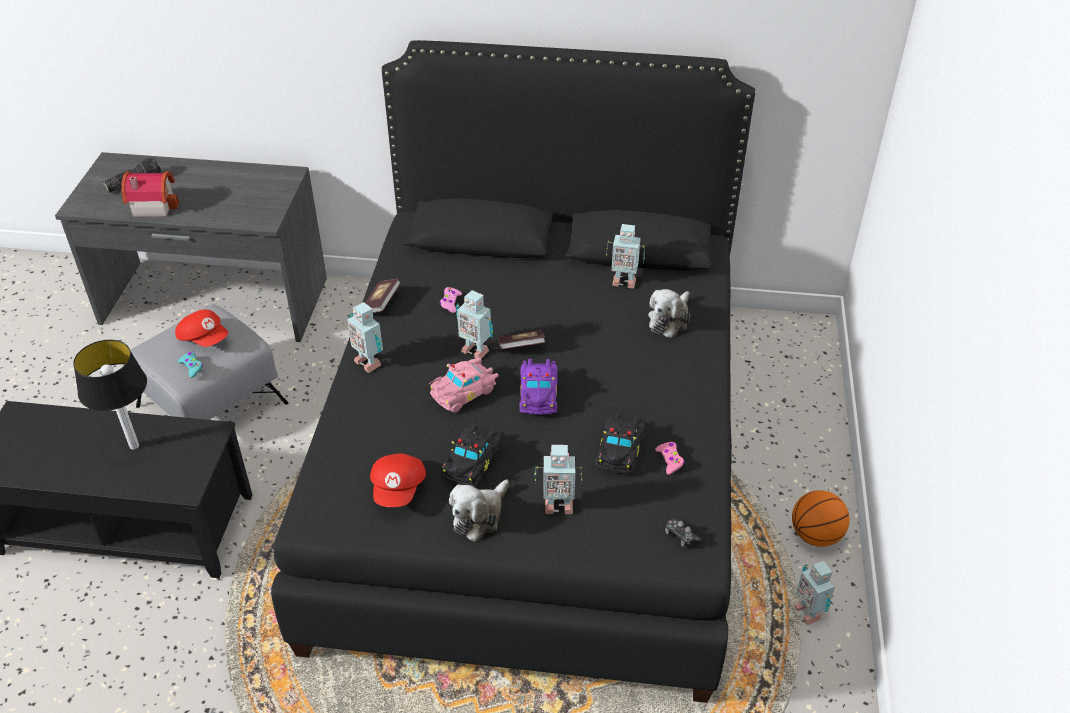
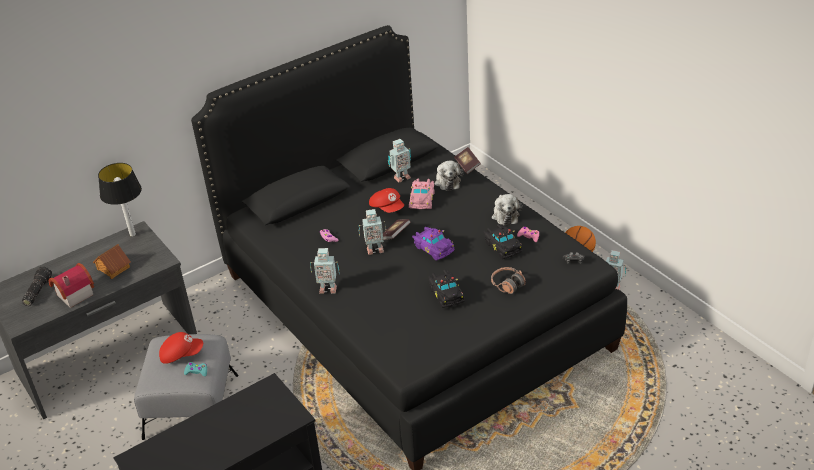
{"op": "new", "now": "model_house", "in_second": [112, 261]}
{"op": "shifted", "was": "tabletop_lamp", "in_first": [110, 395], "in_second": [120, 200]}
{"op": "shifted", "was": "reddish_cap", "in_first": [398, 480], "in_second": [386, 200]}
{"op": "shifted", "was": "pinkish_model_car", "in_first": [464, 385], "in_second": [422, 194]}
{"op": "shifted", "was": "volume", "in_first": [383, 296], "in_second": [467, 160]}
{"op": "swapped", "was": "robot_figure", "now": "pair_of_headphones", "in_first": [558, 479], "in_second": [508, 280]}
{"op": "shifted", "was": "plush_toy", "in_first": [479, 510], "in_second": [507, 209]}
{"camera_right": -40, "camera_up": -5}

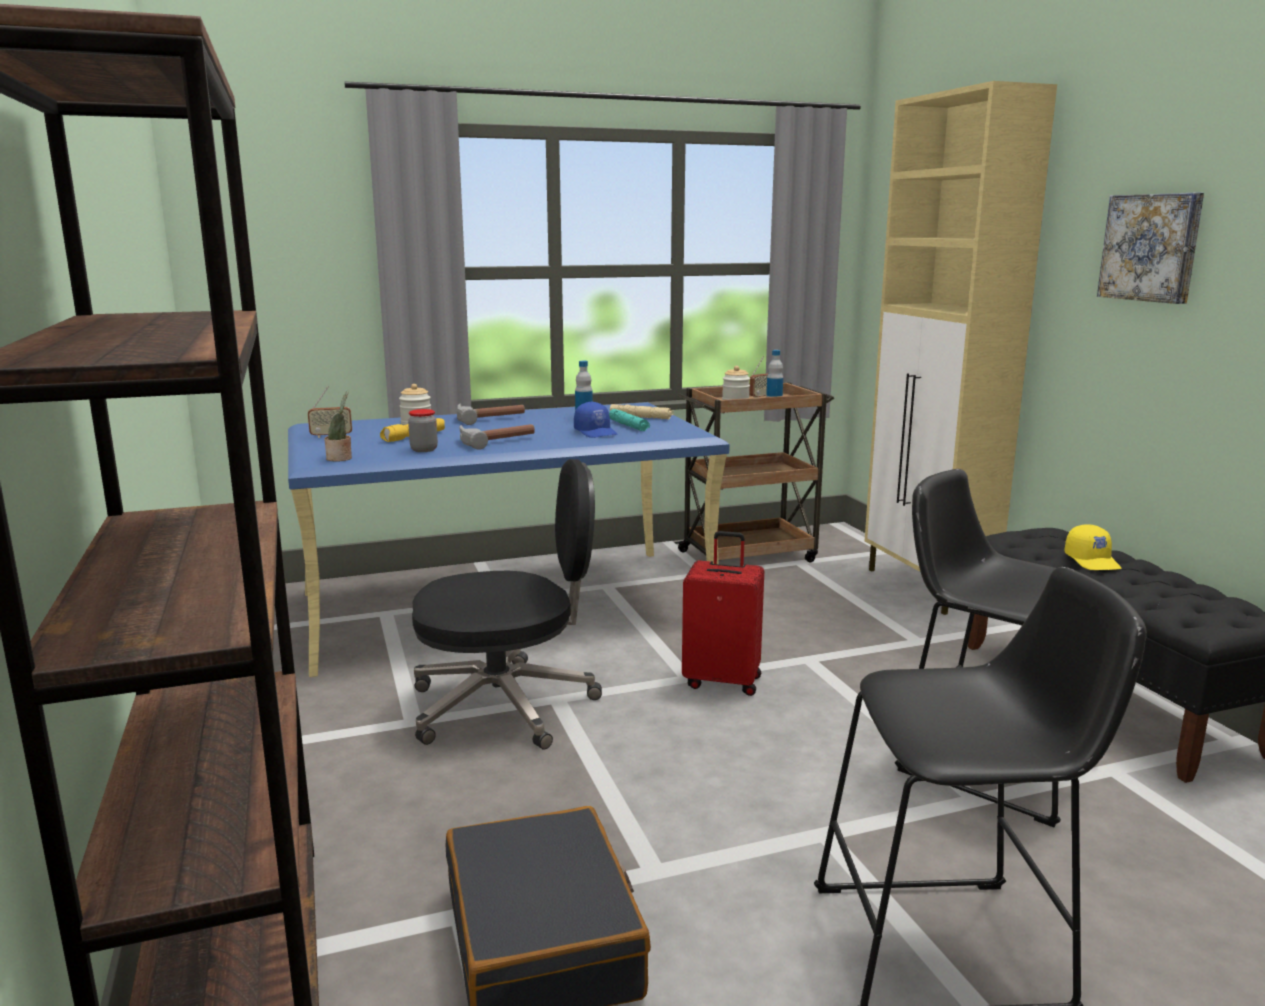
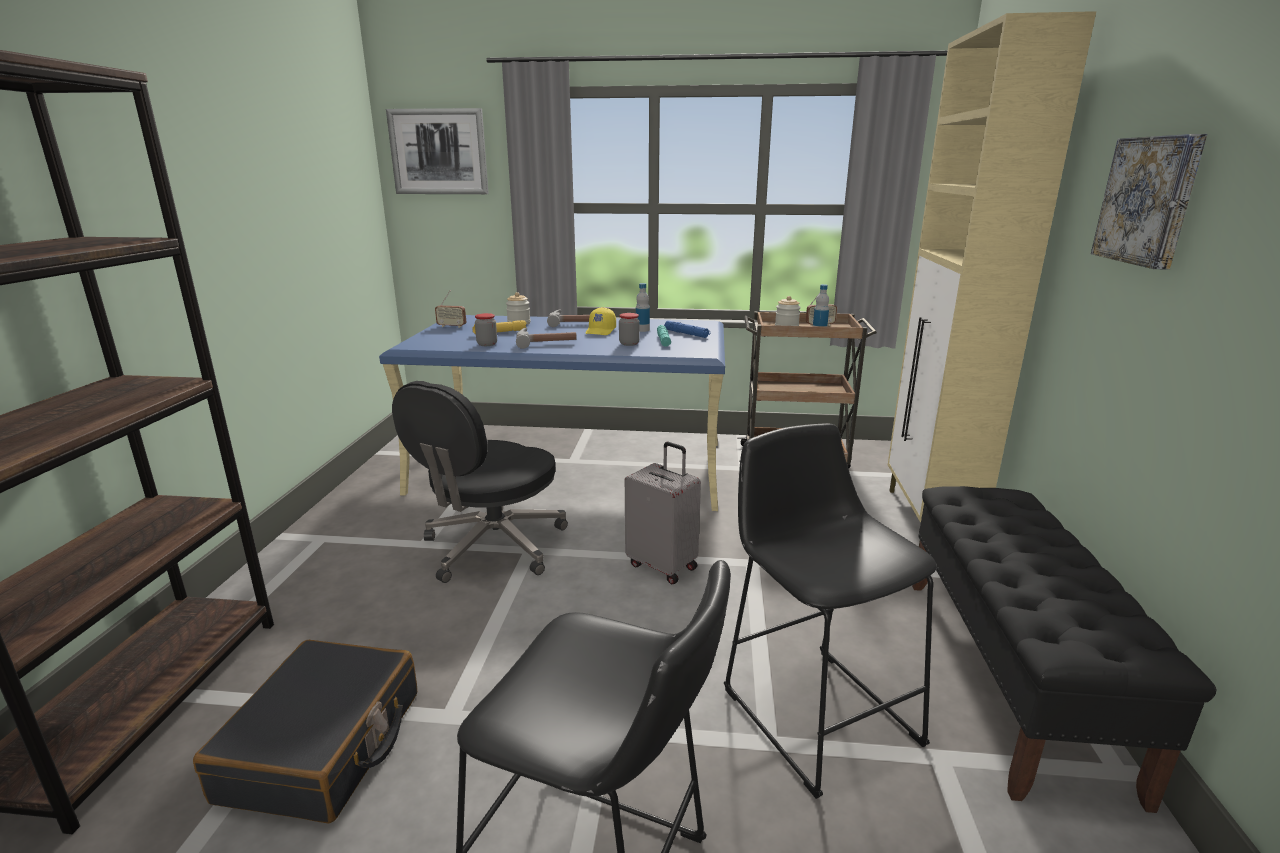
{"op": "new", "now": "wall_picture", "in_second": [437, 151]}
{"op": "rotated", "was": "blackish_computer_chair", "in_first": [507, 604], "in_second": [480, 482], "clockwise": 105}
{"op": "shifted", "was": "yellow-coloured_cap", "in_first": [1093, 547], "in_second": [600, 321]}
{"op": "swapped", "was": "blue_cap", "now": "preserve_jar", "in_first": [596, 419], "in_second": [629, 329]}
{"op": "repainted", "was": "reddish_suitcase", "now": "greyish_suitcase", "in_first": [723, 613], "in_second": [663, 513]}
{"op": "repainted", "was": "beige_torch", "now": "blue_torch", "in_first": [642, 411], "in_second": [687, 329]}
{"op": "gone", "was": "plant_in_a_pot", "in_first": [338, 426]}
{"camera_right": 25, "camera_up": 5}

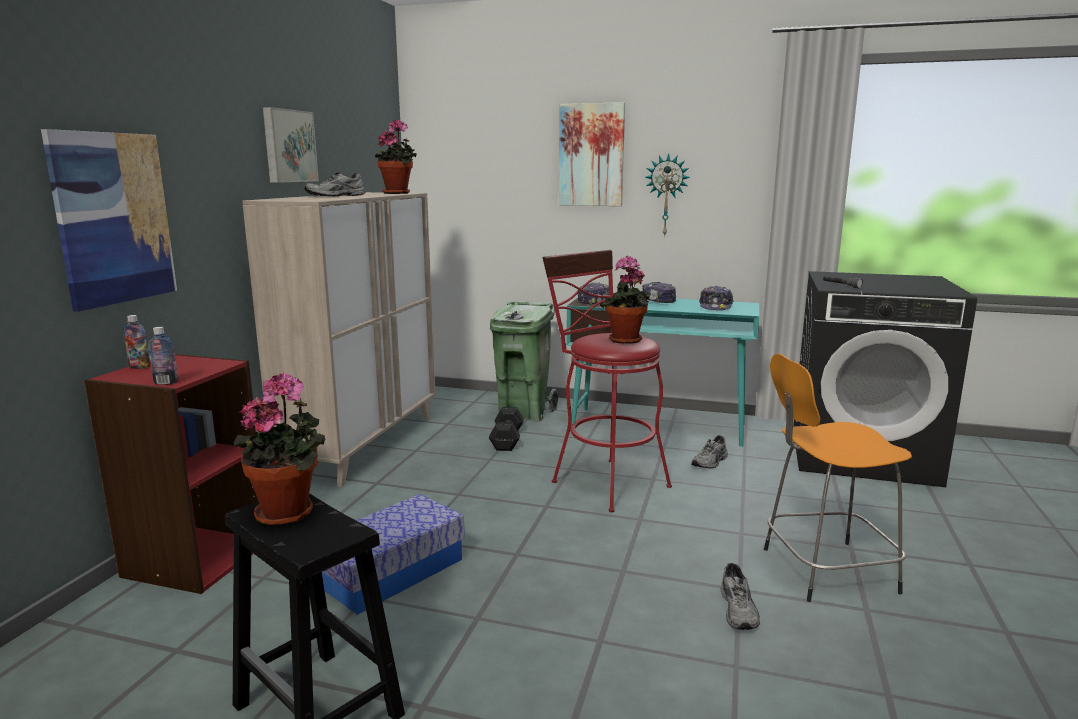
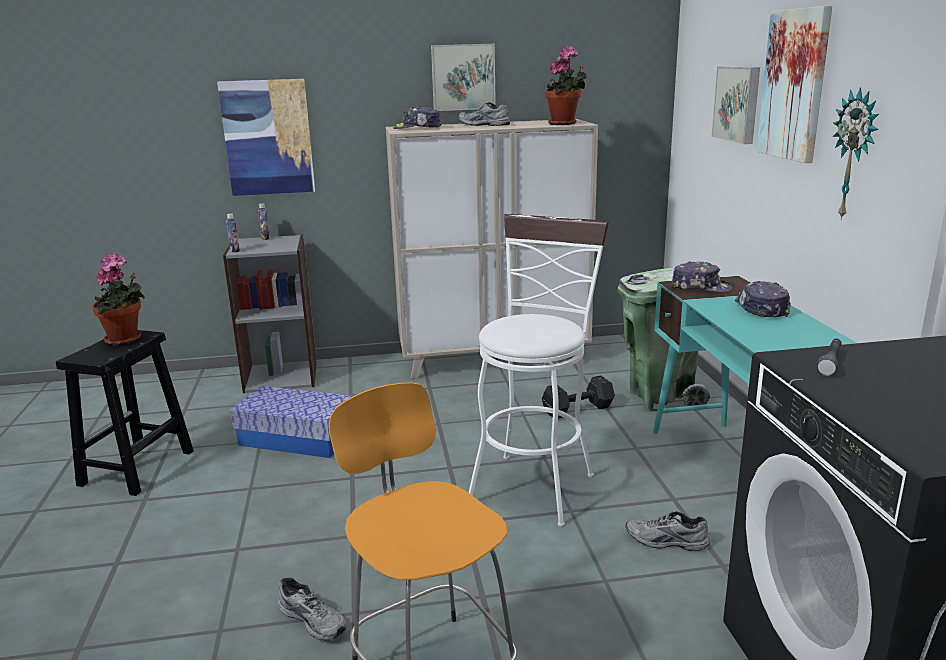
{"op": "repainted", "was": "reddish_shelving_unit", "now": "greyish_shelving_unit", "in_first": [171, 474], "in_second": [270, 314]}
{"op": "rotated", "was": "greyish_low_shoe", "in_first": [740, 596], "in_second": [312, 609], "clockwise": -120}
{"op": "shifted", "was": "cap", "in_first": [716, 298], "in_second": [417, 117]}
{"op": "repainted", "was": "reddish_sitting_stool", "now": "white-coloured_sitting_stool", "in_first": [607, 381], "in_second": [538, 370]}
{"op": "new", "now": "wall_picture", "in_second": [735, 105]}
{"op": "gone", "was": "plant_in_a_pot", "in_first": [625, 300]}
{"camera_right": 65, "camera_up": 5}

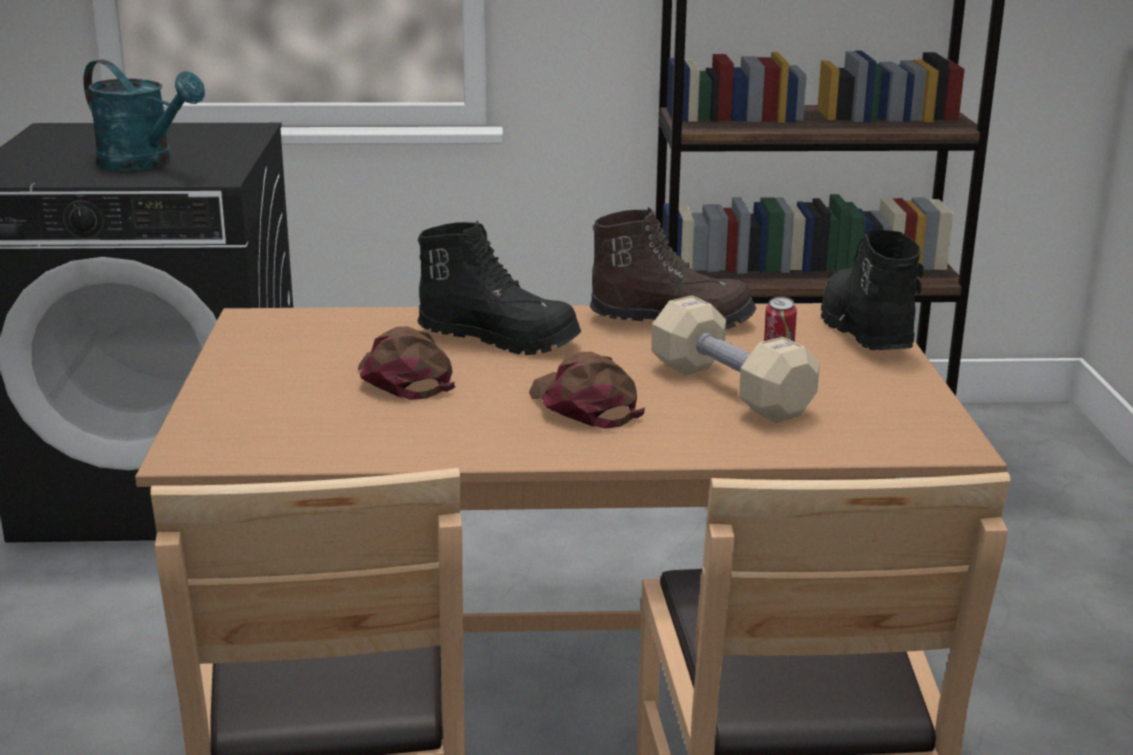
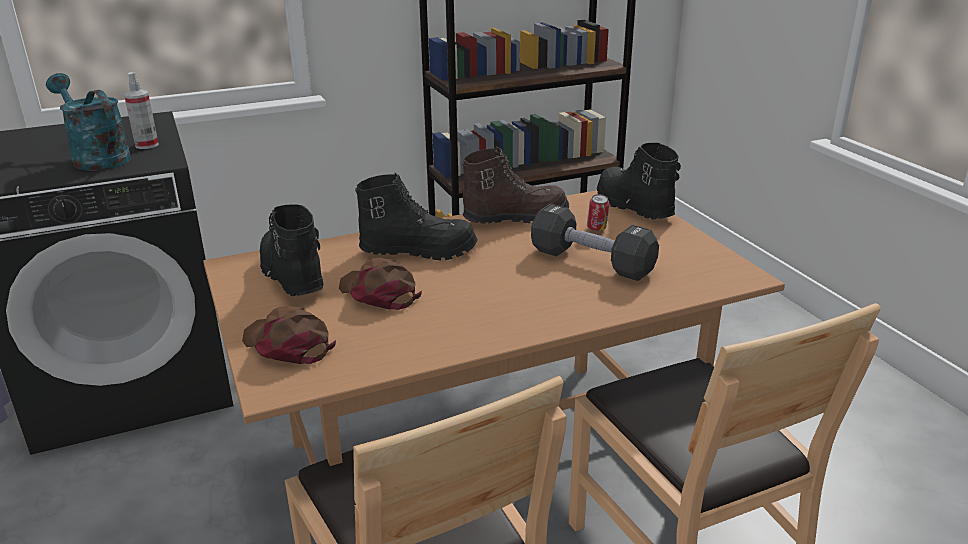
{"op": "rotated", "was": "turquoise-coloured_sprinkling_can", "in_first": [144, 115], "in_second": [88, 122], "clockwise": -150}
{"op": "new", "now": "hand_sprayer", "in_second": [141, 110]}
{"op": "shifted", "was": "brown-coloured_cap", "in_first": [587, 390], "in_second": [289, 335]}
{"op": "new", "now": "blackish_high-top_boot", "in_second": [291, 250]}
{"op": "repainted", "was": "beige_dumbbell", "now": "blackish_dumbbell", "in_first": [735, 359], "in_second": [595, 242]}
{"camera_right": -20, "camera_up": 5}

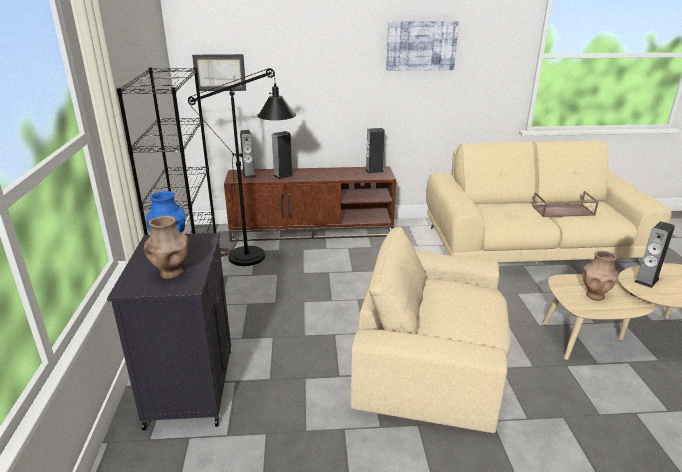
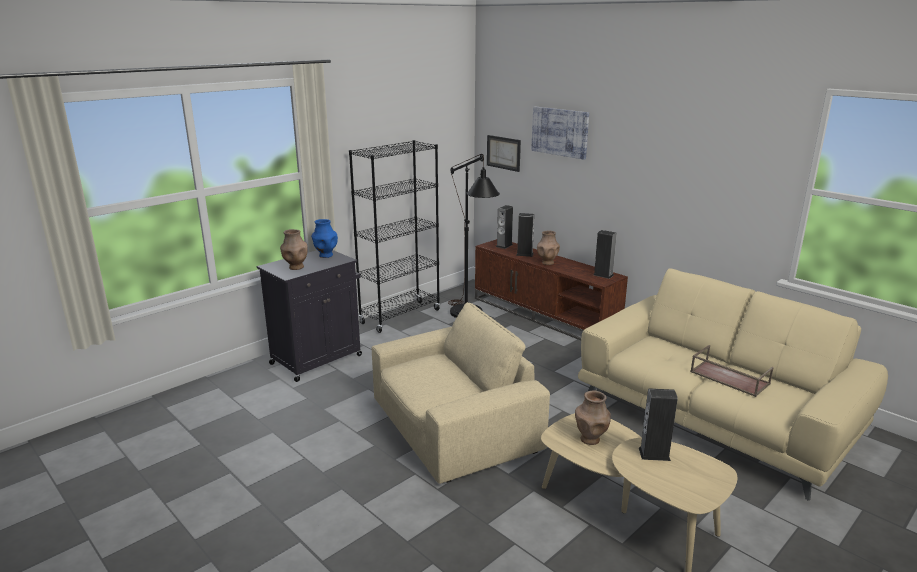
{"op": "rotated", "was": "beige_lounge_chair", "in_first": [430, 329], "in_second": [461, 393], "clockwise": 90}
{"op": "shifted", "was": "wall_picture", "in_first": [422, 46], "in_second": [560, 133]}
{"op": "new", "now": "brown-coloured_vase", "in_second": [548, 247]}
{"camera_right": 50, "camera_up": -5}

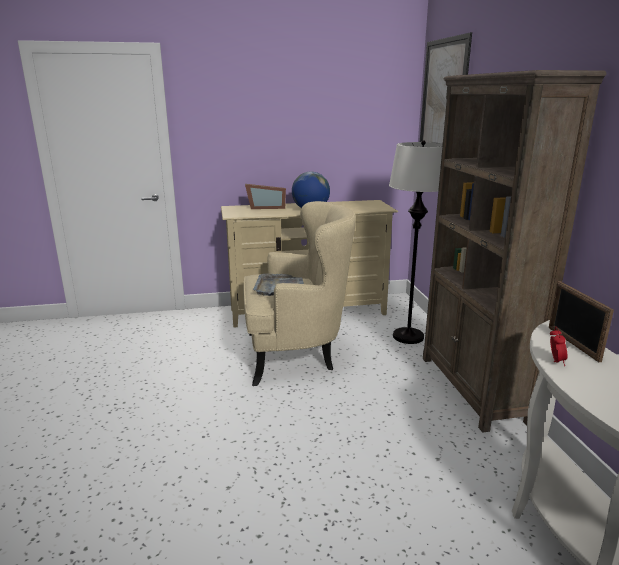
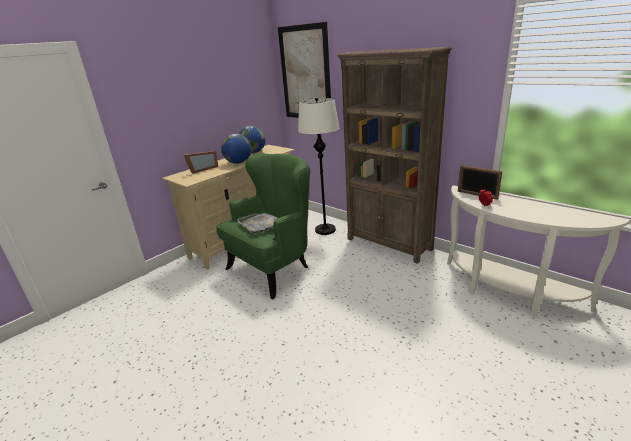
{"op": "repainted", "was": "beige_lounge_chair", "now": "greenish_lounge_chair", "in_first": [300, 293], "in_second": [263, 226]}
{"op": "new", "now": "world_globe", "in_second": [252, 139]}
{"camera_right": -35, "camera_up": 5}

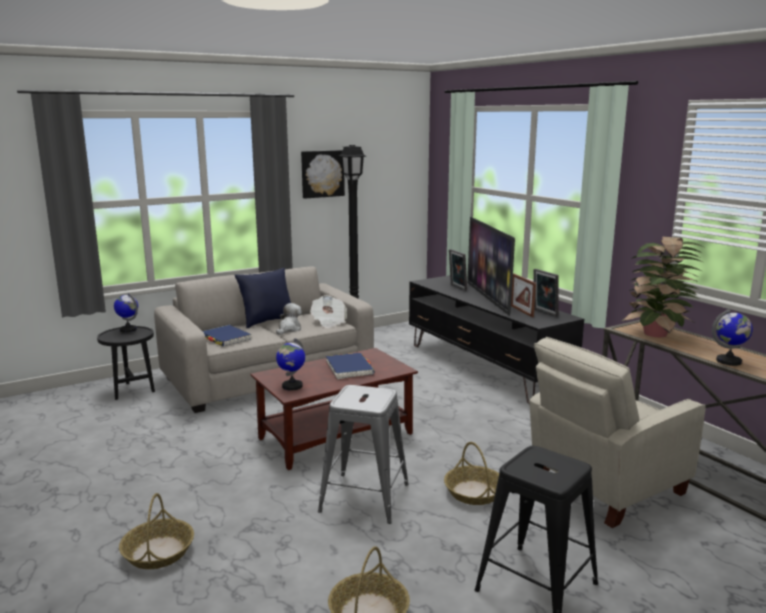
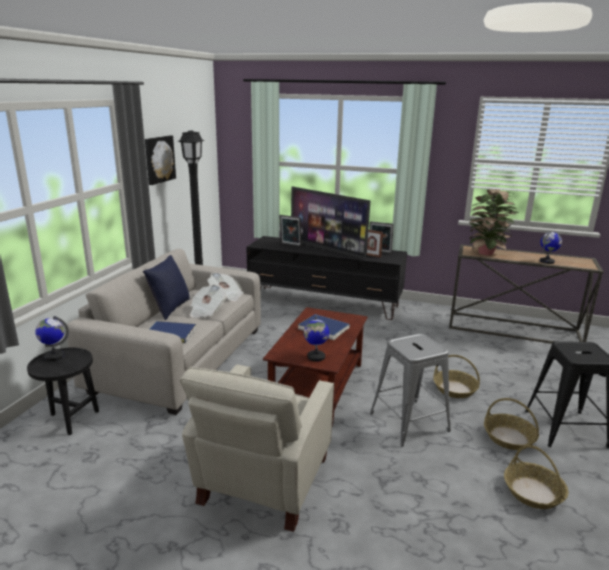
{"op": "shifted", "was": "beige_lounge_chair", "in_first": [617, 432], "in_second": [256, 448]}
{"op": "swapped", "was": "plush_toy", "now": "newspaper", "in_first": [289, 319], "in_second": [208, 301]}
{"op": "shifted", "was": "household_basket", "in_first": [156, 531], "in_second": [511, 424]}
{"camera_right": -40, "camera_up": 5}

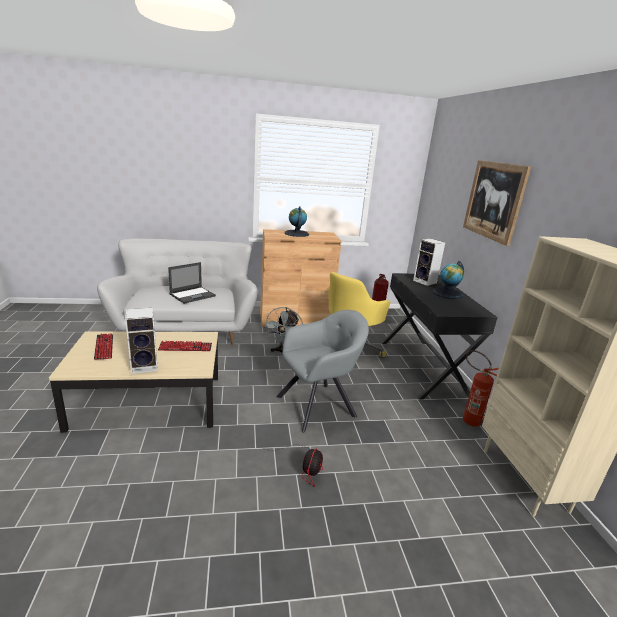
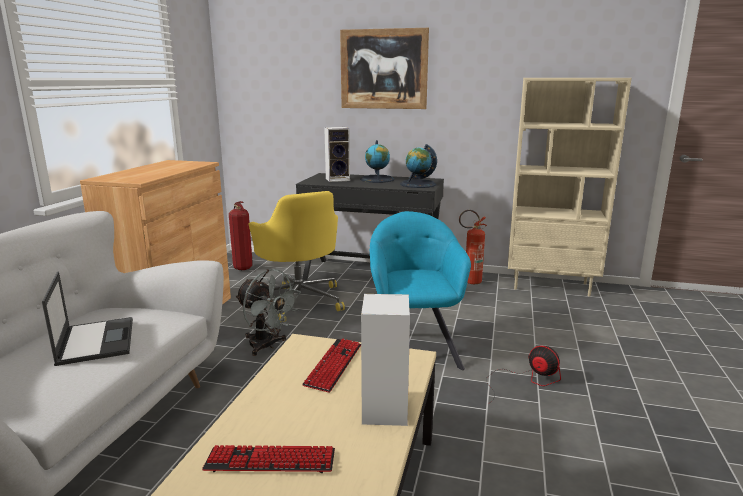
{"op": "repainted", "was": "greyish_lounge_chair", "now": "turquoise-coloured_lounge_chair", "in_first": [322, 371], "in_second": [420, 290]}
{"op": "shifted", "was": "world_globe", "in_first": [296, 221], "in_second": [418, 166]}
{"camera_right": -65, "camera_up": -5}

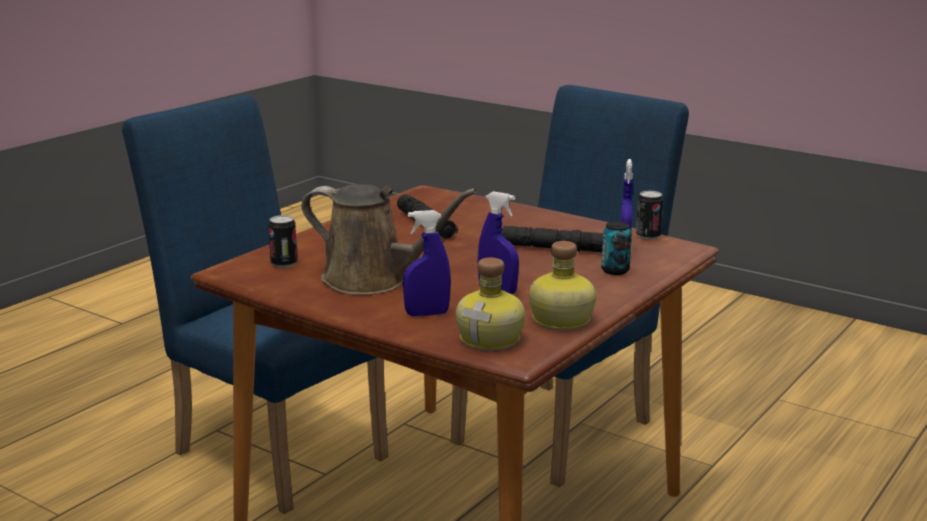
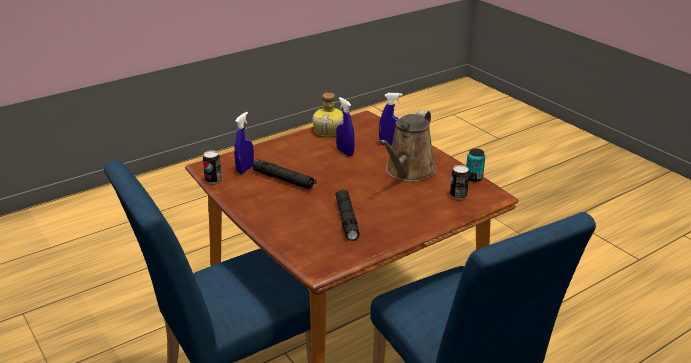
{"op": "rotated", "was": "brown-coloured_sprinkling_can", "in_first": [389, 239], "in_second": [407, 146], "clockwise": -105}
{"op": "shifted", "was": "can", "in_first": [616, 248], "in_second": [475, 165]}
{"op": "gone", "was": "drink_bottle", "in_first": [490, 303]}
{"camera_right": -160, "camera_up": 10}

